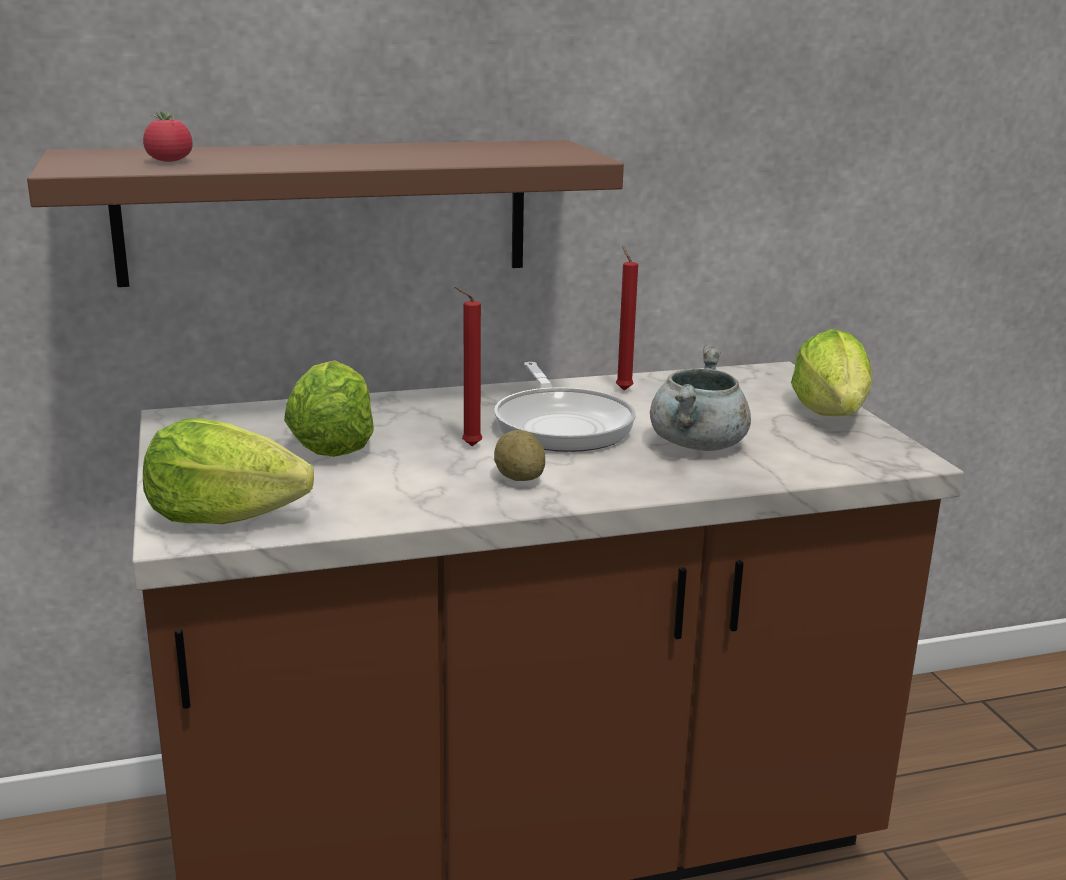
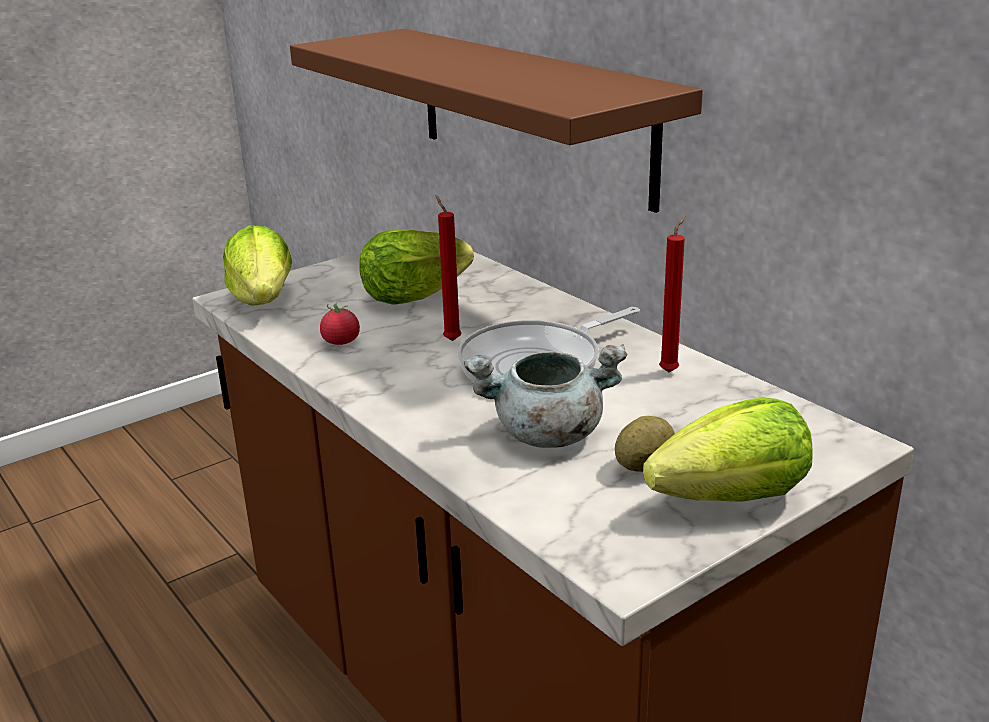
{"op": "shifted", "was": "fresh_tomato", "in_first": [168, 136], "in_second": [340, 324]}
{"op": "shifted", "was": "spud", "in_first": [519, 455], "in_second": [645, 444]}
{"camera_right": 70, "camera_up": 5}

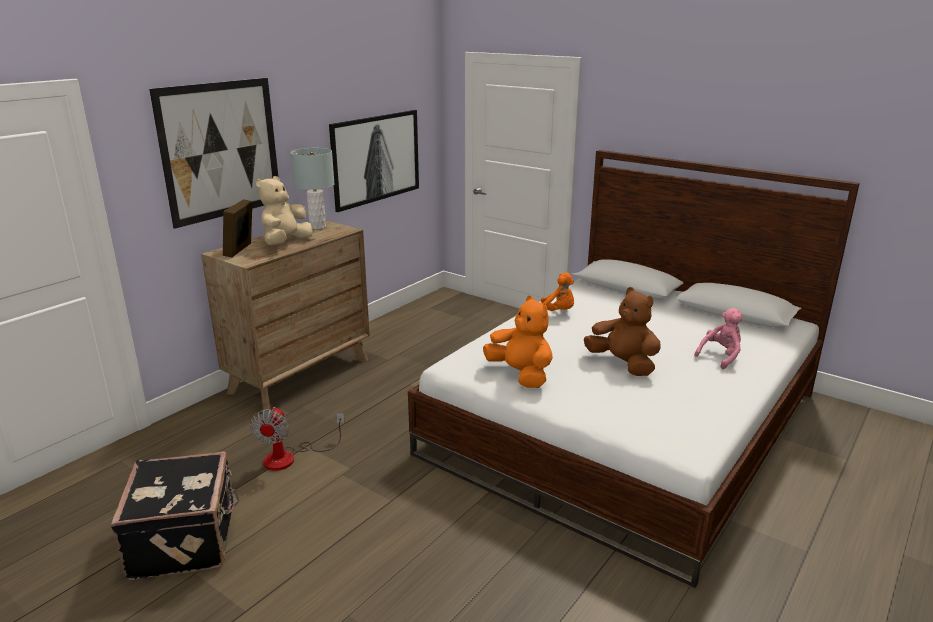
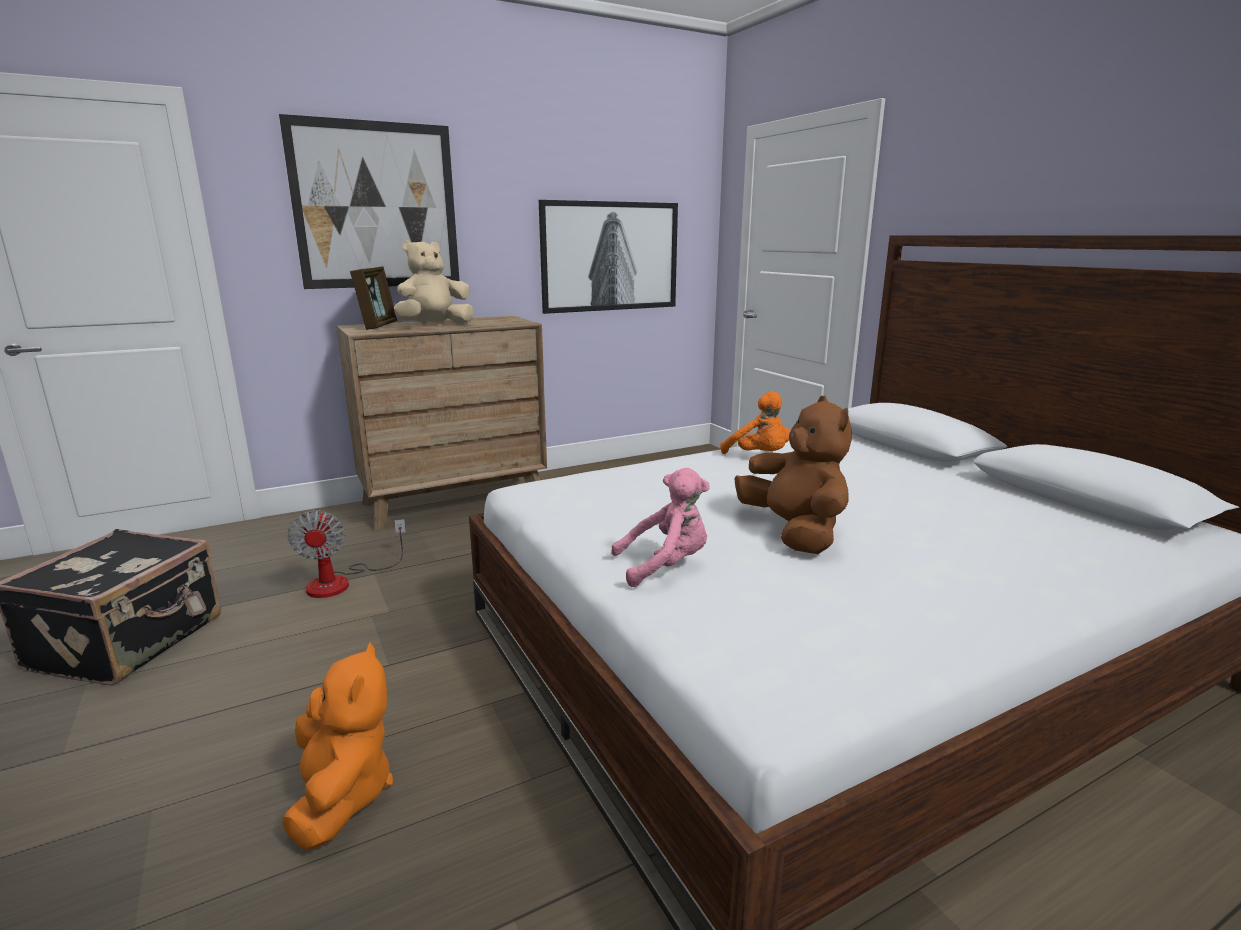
{"op": "shifted", "was": "orange-coloured_plush_toy", "in_first": [518, 341], "in_second": [337, 746]}
{"op": "rotated", "was": "electric_fan", "in_first": [297, 439], "in_second": [346, 554], "clockwise": -45}
{"op": "rotated", "was": "standing_frame", "in_first": [238, 228], "in_second": [373, 298], "clockwise": 150}
{"op": "shifted", "was": "pinkish_plush_toy", "in_first": [718, 338], "in_second": [660, 527]}
{"op": "gone", "was": "greyish_tabletop_lamp", "in_first": [312, 188]}
{"camera_right": 25, "camera_up": -5}

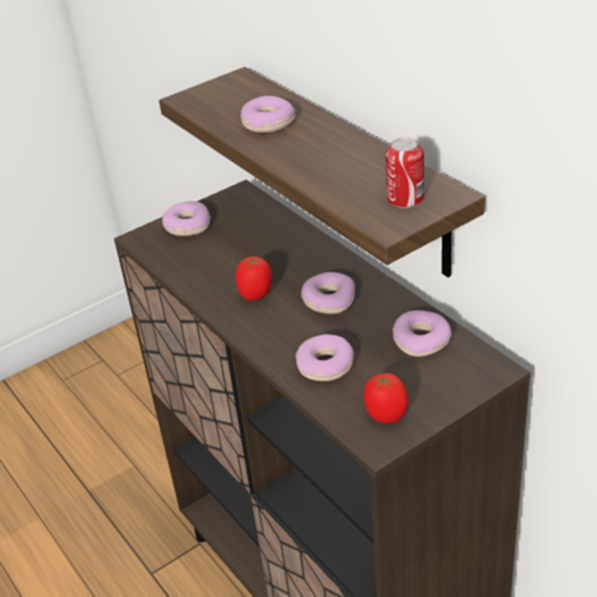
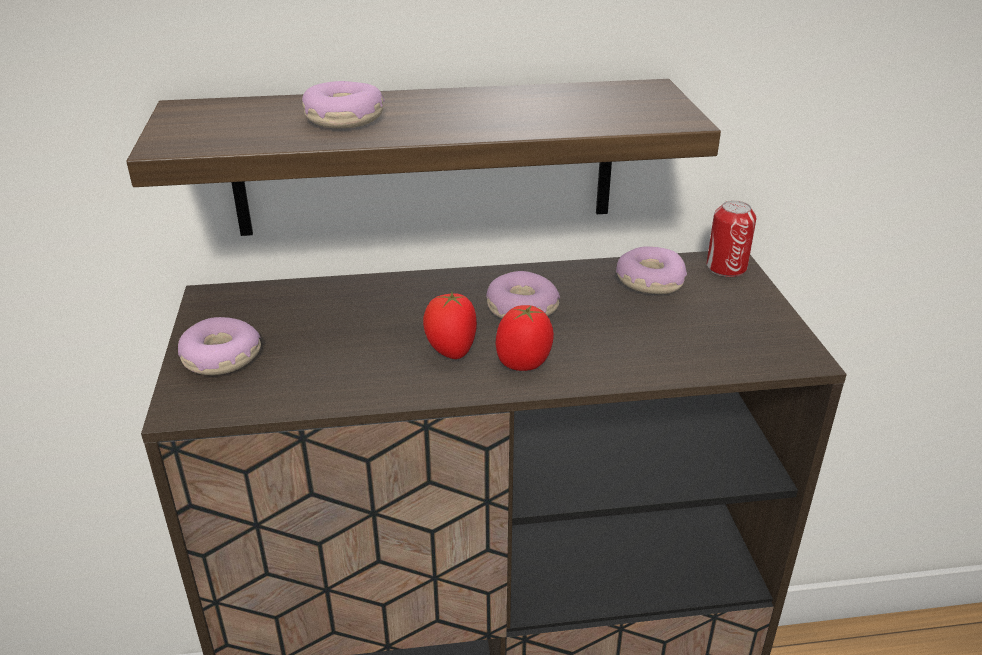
{"op": "shifted", "was": "fresh_tomato", "in_first": [385, 398], "in_second": [524, 338]}
{"op": "shifted", "was": "can", "in_first": [404, 172], "in_second": [731, 238]}
{"op": "gone", "was": "doughnut", "in_first": [324, 357]}
{"camera_right": -65, "camera_up": -5}

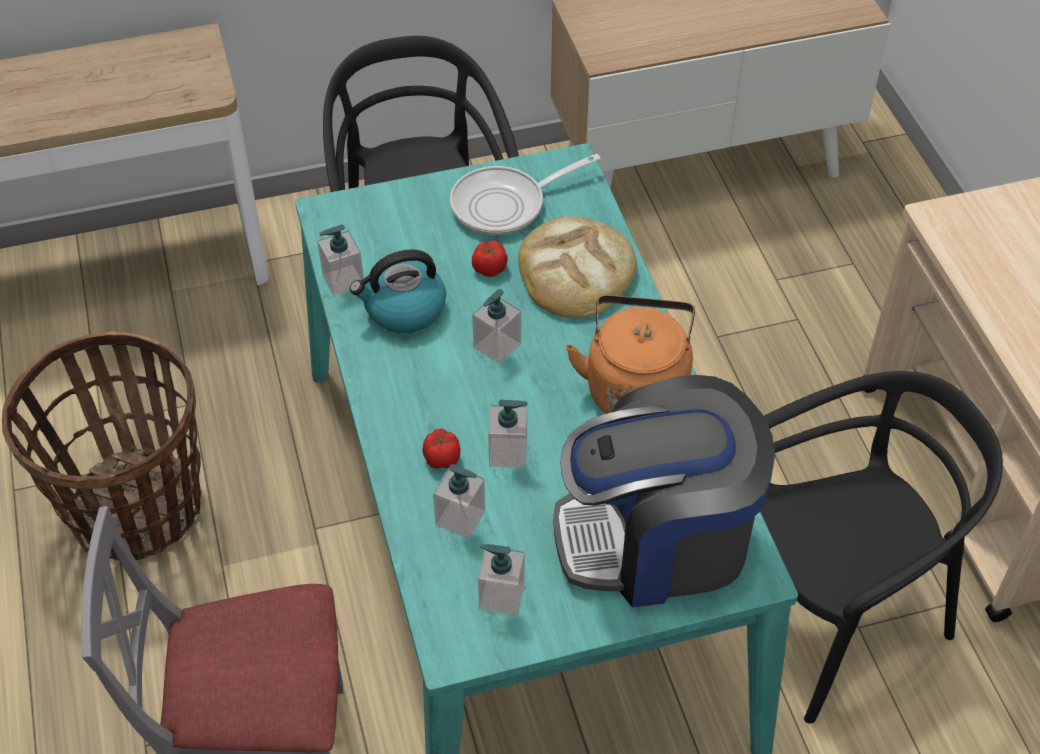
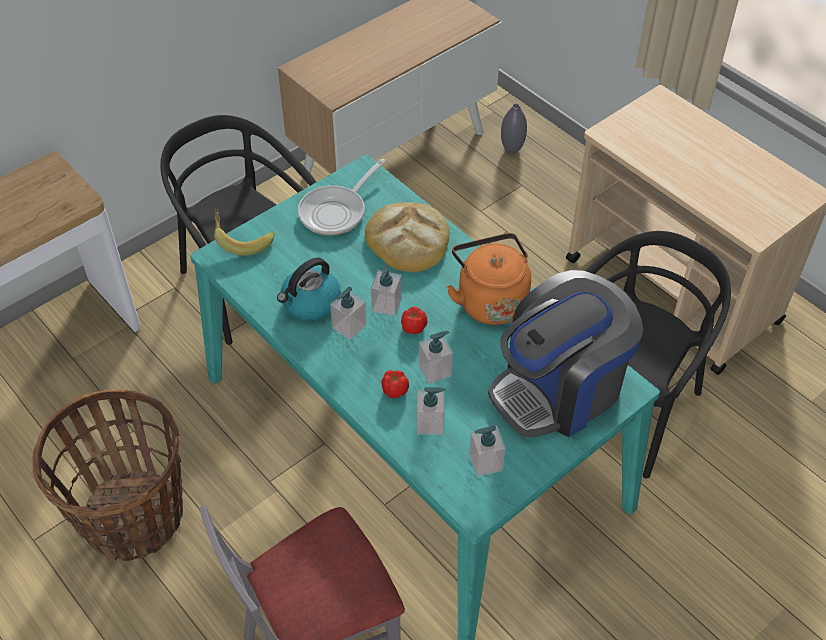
{"op": "new", "now": "banana", "in_second": [244, 232]}
{"op": "shifted", "was": "soap_dispenser", "in_first": [340, 260], "in_second": [348, 313]}
{"op": "shifted", "was": "fresh_tomato", "in_first": [490, 259], "in_second": [414, 320]}
{"op": "new", "now": "greyish_vase", "in_second": [514, 129]}
{"camera_right": -25, "camera_up": 0}

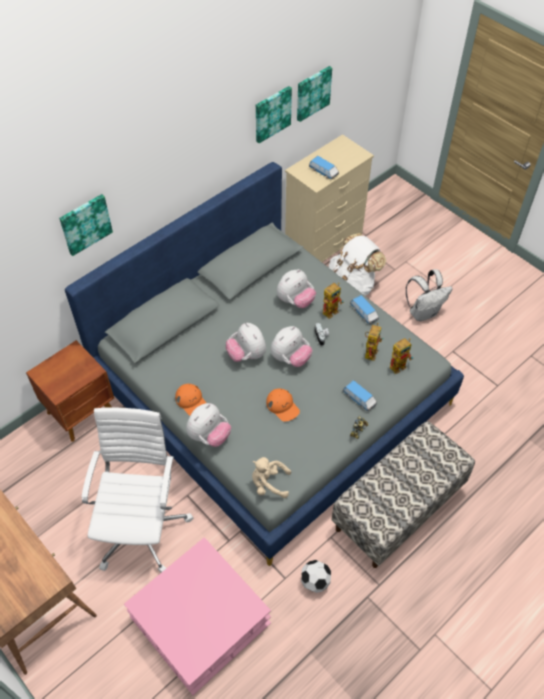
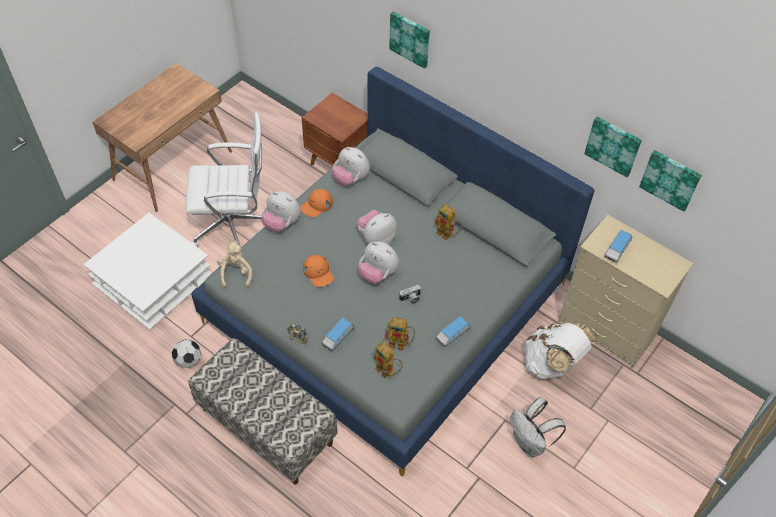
{"op": "repainted", "was": "pinkish_coffee_table", "now": "white-coloured_coffee_table", "in_first": [197, 616], "in_second": [147, 271]}
{"op": "rotated", "was": "orange-coloured_cap", "in_first": [283, 405], "in_second": [318, 271], "clockwise": -75}
{"op": "shifted", "was": "plush_toy", "in_first": [296, 288], "in_second": [351, 166]}
{"op": "shifted", "was": "robot_figure", "in_first": [333, 300], "in_second": [448, 222]}
{"camera_right": 80, "camera_up": 0}

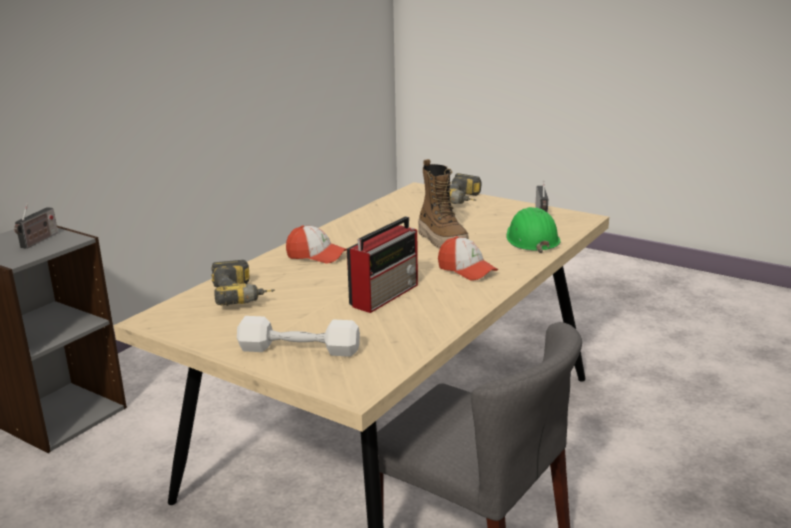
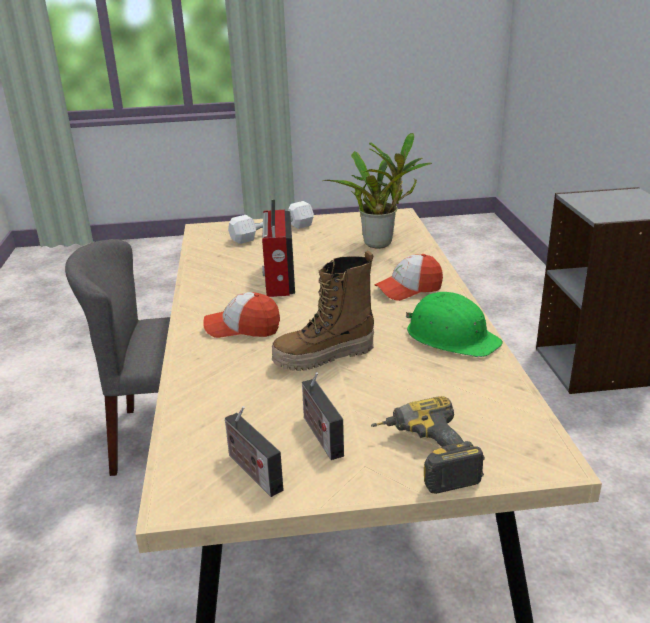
{"op": "rotated", "was": "high-top_boot", "in_first": [443, 204], "in_second": [323, 311], "clockwise": -45}
{"op": "shifted", "was": "radio_receiver", "in_first": [36, 226], "in_second": [323, 416]}
{"op": "swapped", "was": "drill", "now": "plant_in_a_pot", "in_first": [243, 283], "in_second": [377, 191]}
{"op": "shifted", "was": "greenish_work_helmet", "in_first": [533, 230], "in_second": [454, 324]}
{"camera_right": 140, "camera_up": 5}

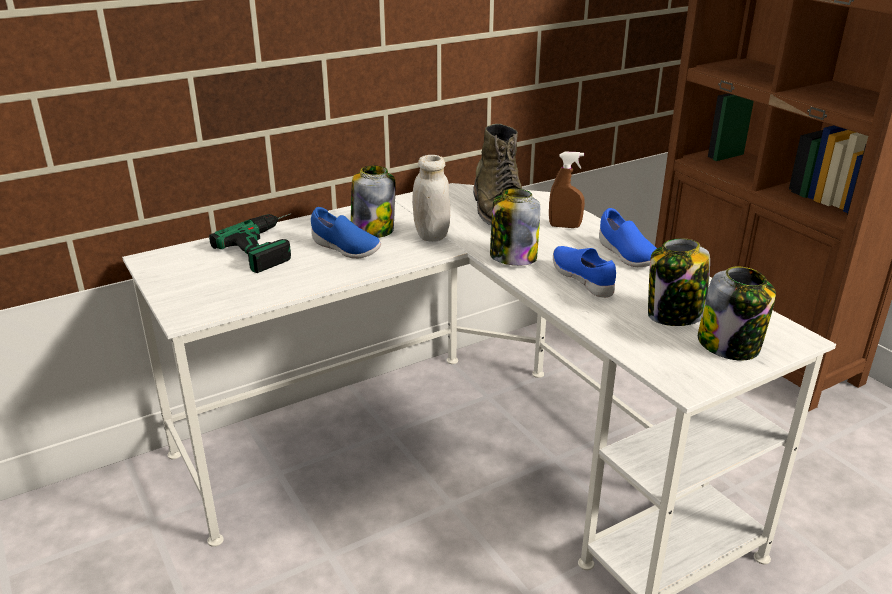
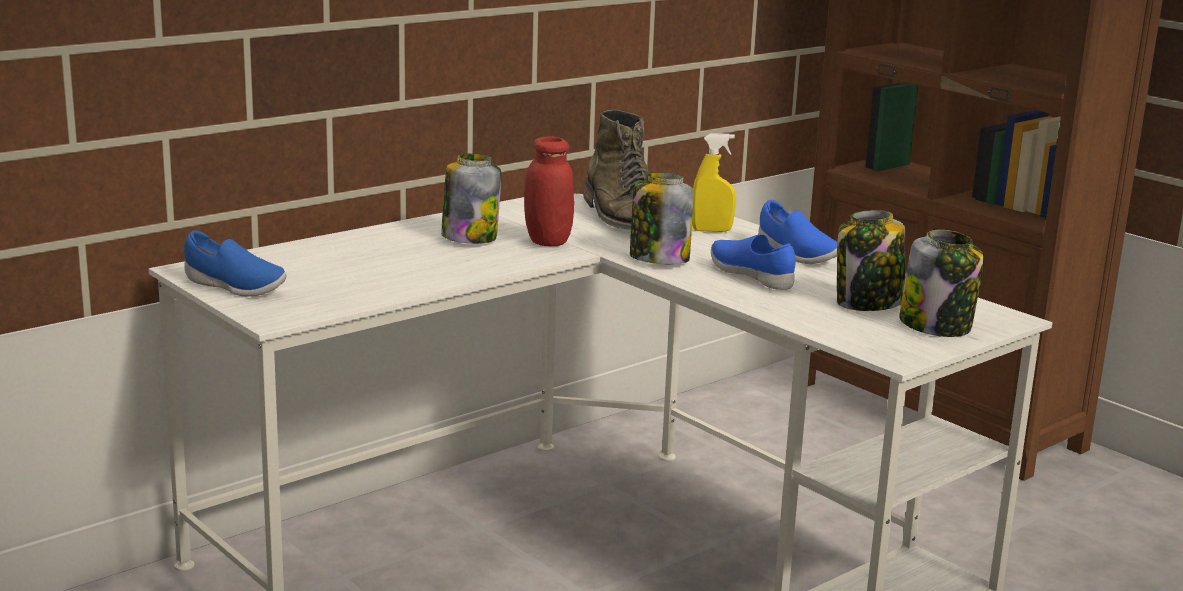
{"op": "shifted", "was": "blue_low_shoe", "in_first": [346, 233], "in_second": [235, 263]}
{"op": "repainted", "was": "white-coloured_preserve_jar", "now": "reddish_preserve_jar", "in_first": [431, 198], "in_second": [549, 191]}
{"op": "repainted", "was": "brown-coloured_hand_sprayer", "now": "yellow-coloured_hand_sprayer", "in_first": [567, 190], "in_second": [714, 182]}
{"op": "gone", "was": "drill", "in_first": [250, 243]}
{"camera_right": -10, "camera_up": -10}

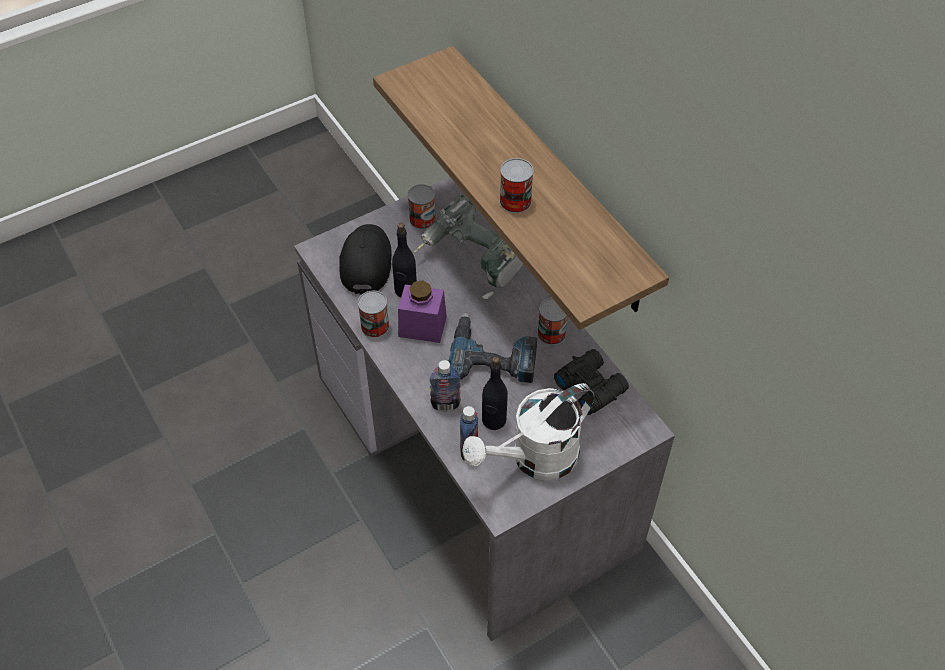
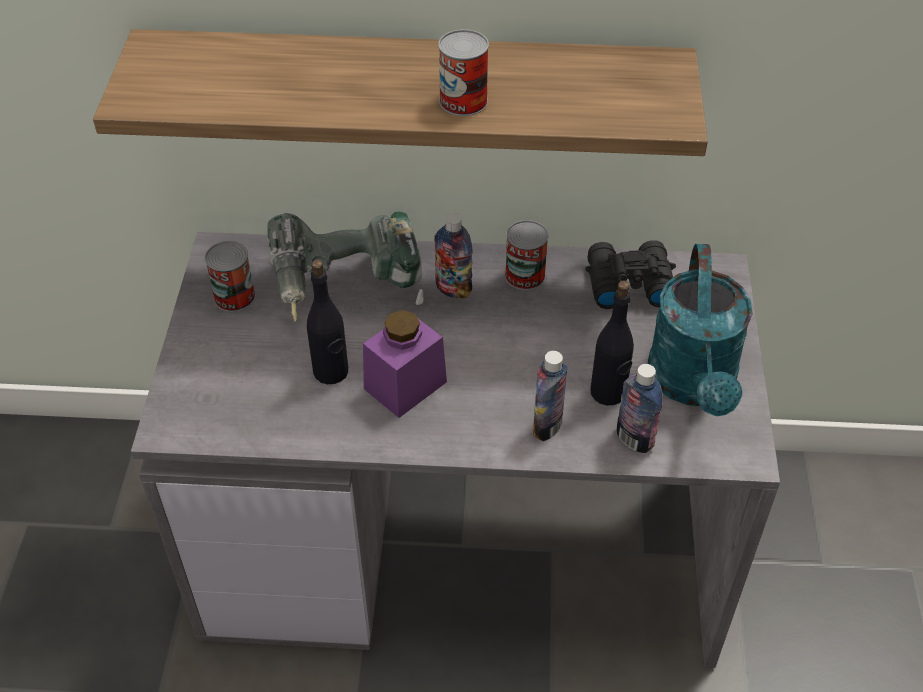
{"op": "new", "now": "drink_bottle", "in_second": [453, 255]}
{"op": "repainted", "was": "white-coloured_sprinkling_can", "now": "turquoise-coloured_sprinkling_can", "in_first": [528, 432], "in_second": [700, 330]}
{"op": "gone", "was": "blackish_cap", "in_first": [365, 259]}
{"op": "gone", "was": "can", "in_first": [373, 314]}
{"op": "gone", "was": "drill", "in_first": [492, 348]}
{"camera_right": -55, "camera_up": -5}

